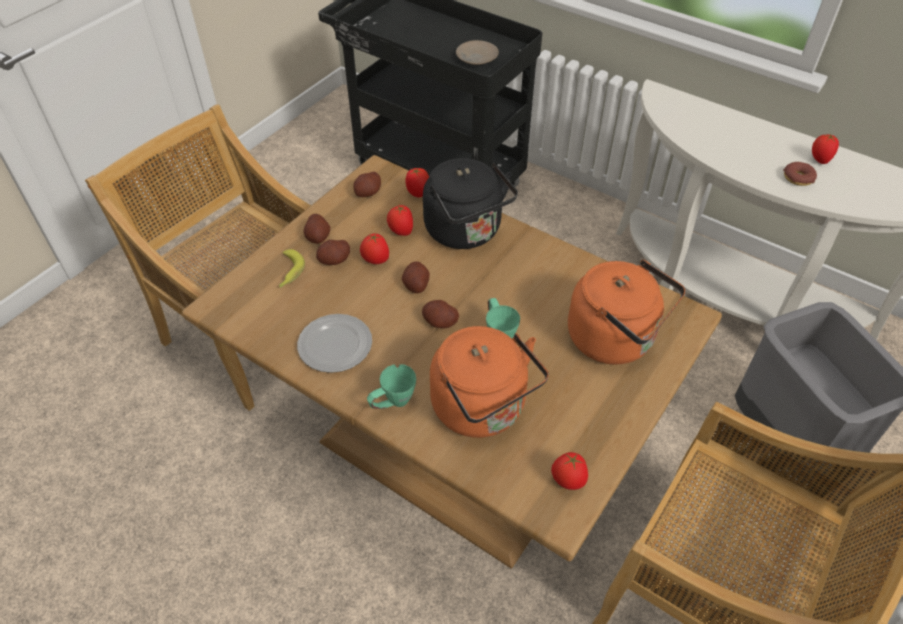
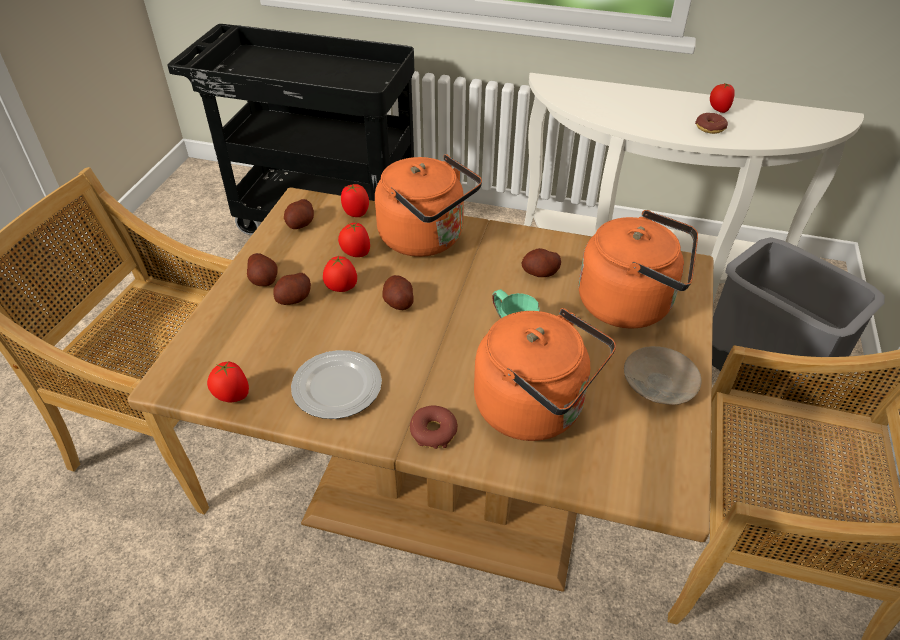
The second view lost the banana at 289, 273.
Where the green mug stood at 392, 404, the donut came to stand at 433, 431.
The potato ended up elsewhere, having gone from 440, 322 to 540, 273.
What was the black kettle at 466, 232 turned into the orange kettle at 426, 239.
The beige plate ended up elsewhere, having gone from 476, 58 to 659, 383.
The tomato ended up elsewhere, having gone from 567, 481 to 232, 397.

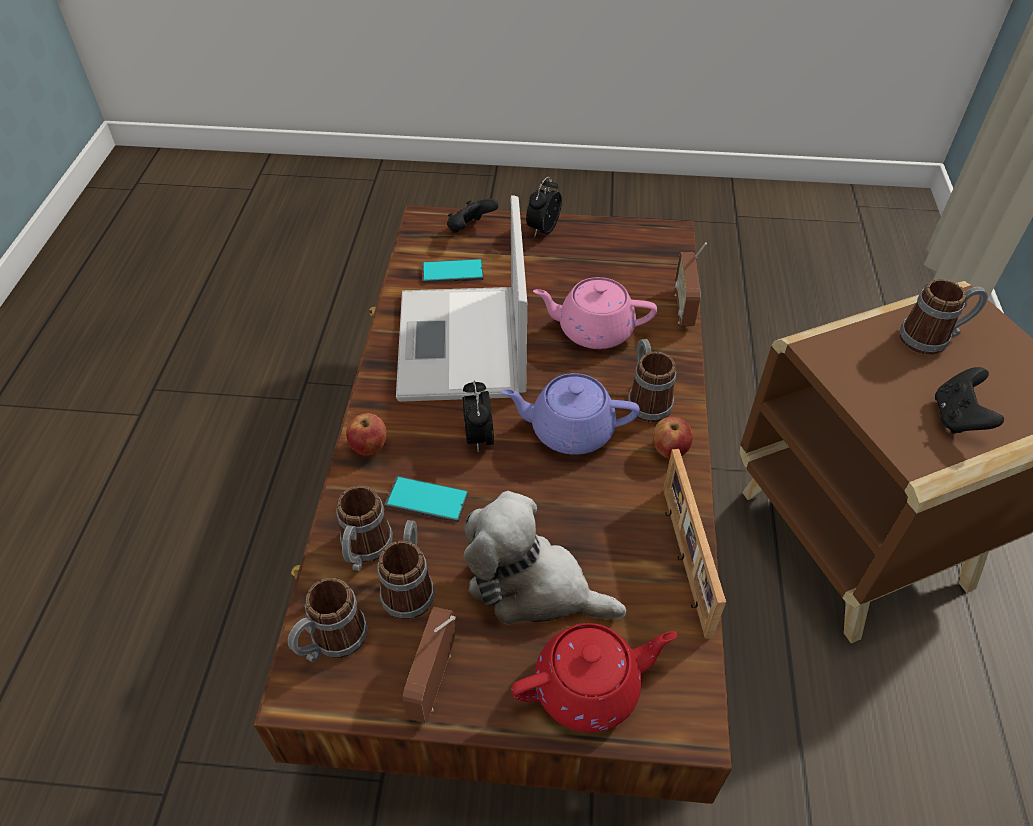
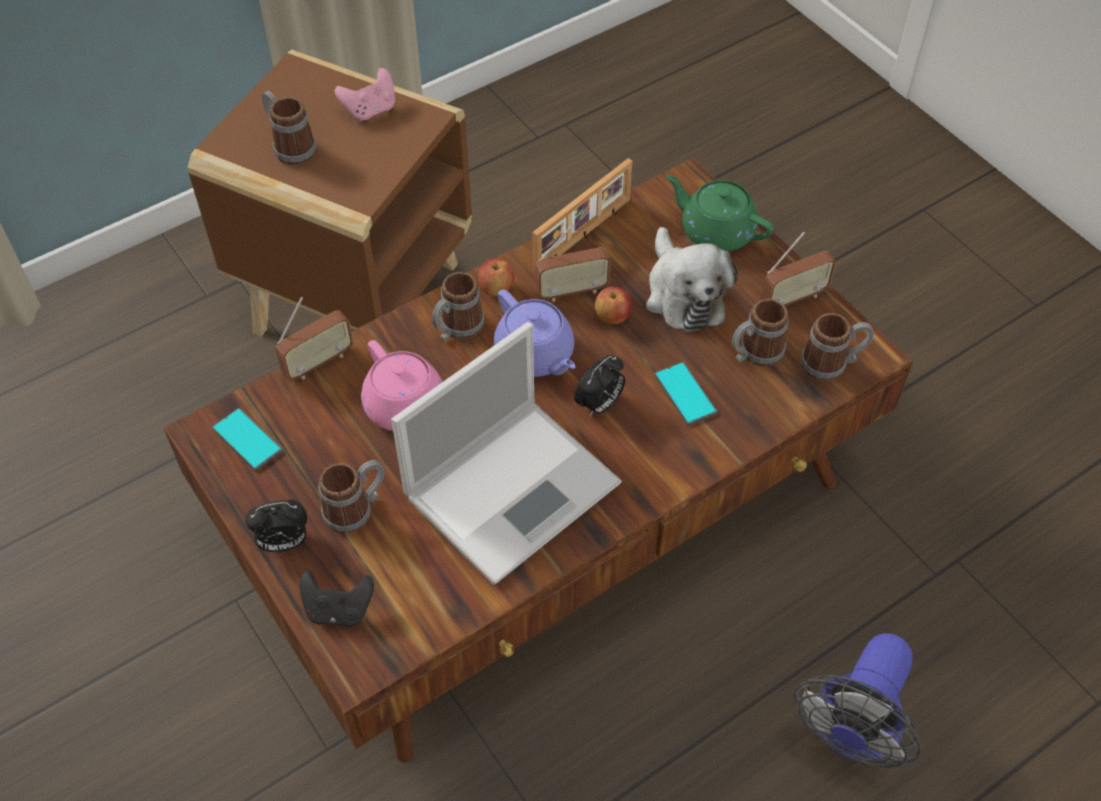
The mug ended up elsewhere, having gone from 364, 551 to 356, 508.
The apple ended up elsewhere, having gone from 369, 447 to 612, 317.
The phone ended up elsewhere, having gone from 452, 272 to 247, 440.
What was the red teapot at 590, 687 turned into the green teapot at 716, 231.
What was the black game controller at 957, 417 turned into the pink game controller at 370, 110.
The second view gained the radio at 572, 291.
The second view gained the fan at 851, 732.

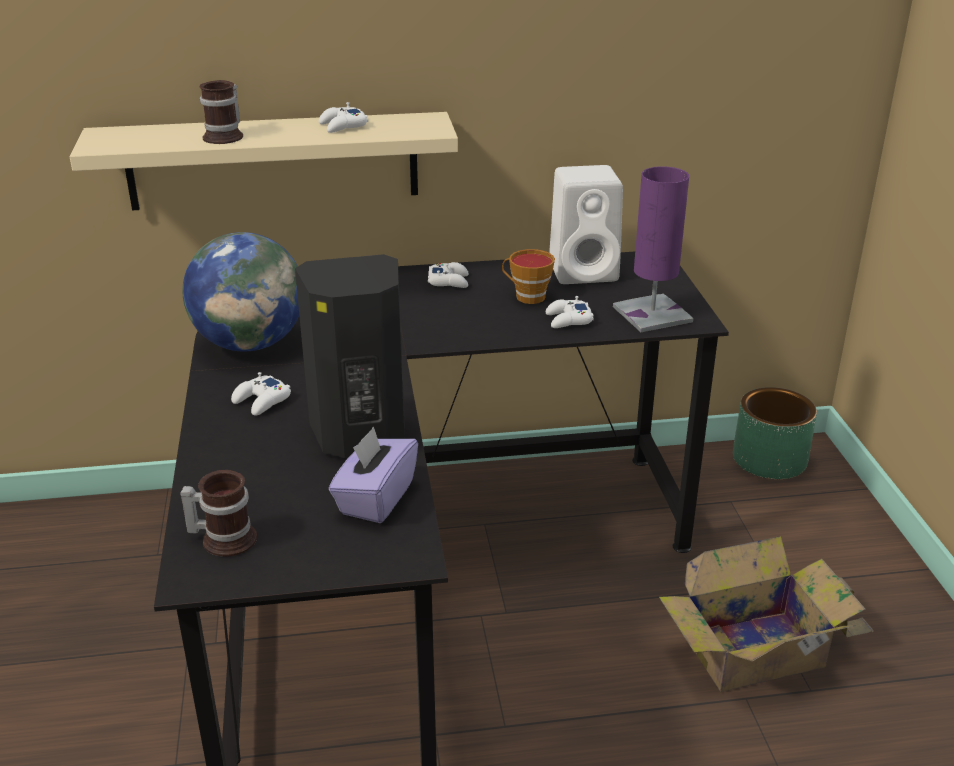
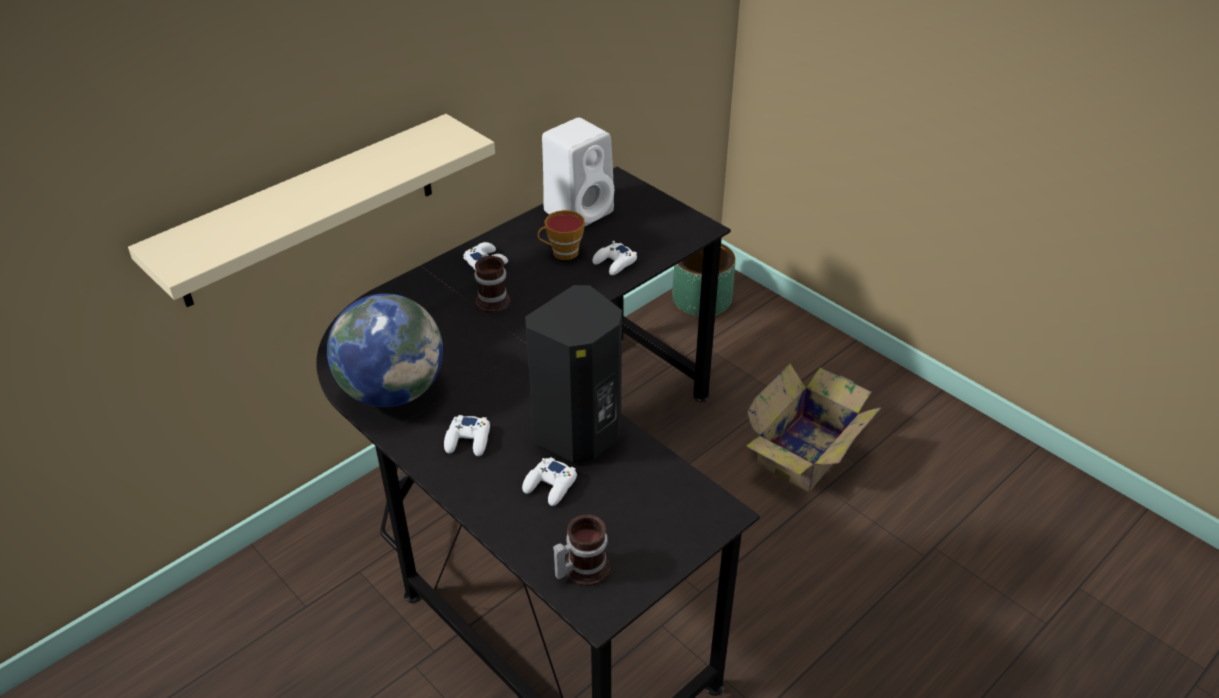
The mug ended up elsewhere, having gone from 227, 136 to 493, 299.
The white game controller ended up elsewhere, having gone from 343, 126 to 550, 486.
The second view lost the purple tissue box at 375, 498.
The second view lost the purple table lamp at 652, 314.

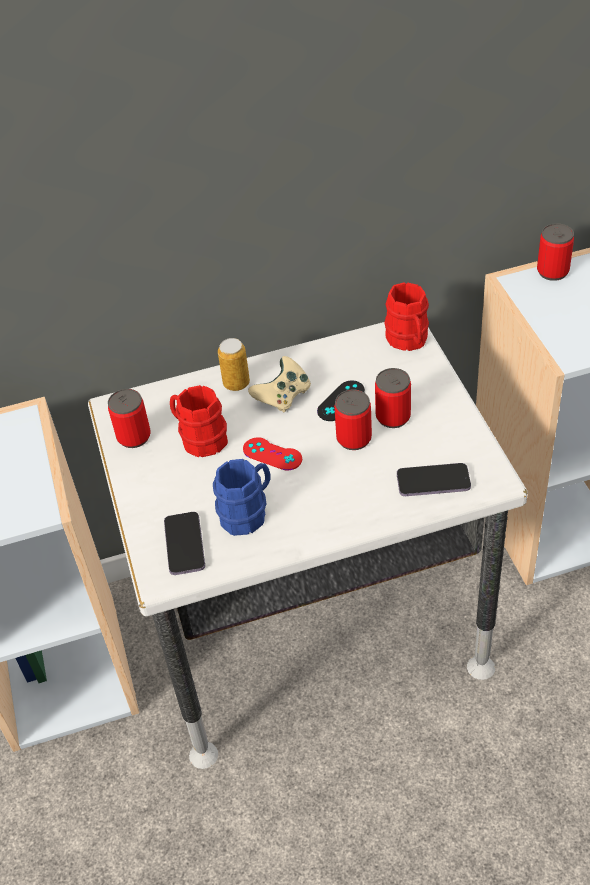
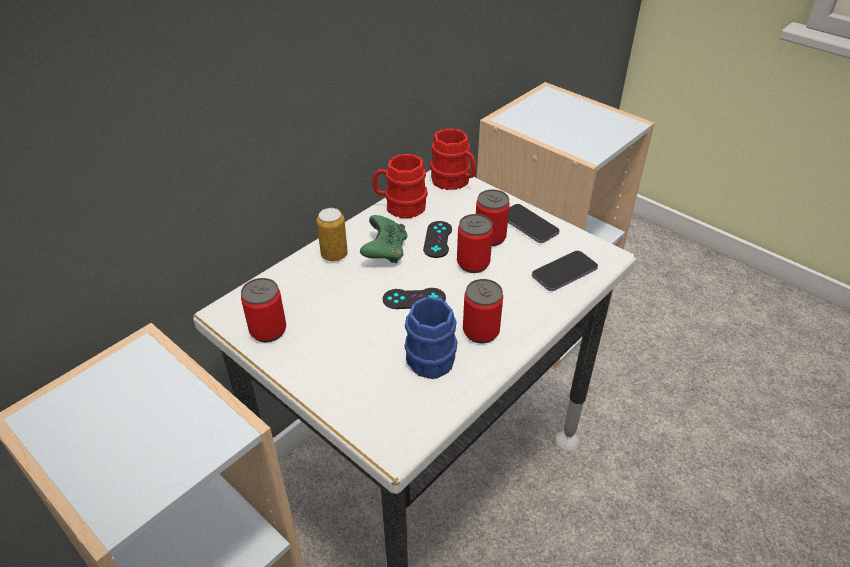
The phone ended up elsewhere, having gone from 184, 545 to 528, 225.
The red mug ended up elsewhere, having gone from 199, 438 to 400, 207.
What was the red game controller at 272, 454 turned into the black game controller at 414, 299.
What was the beige game controller at 283, 397 turned into the green game controller at 385, 252.
The can ended up elsewhere, having gone from 552, 271 to 481, 331.

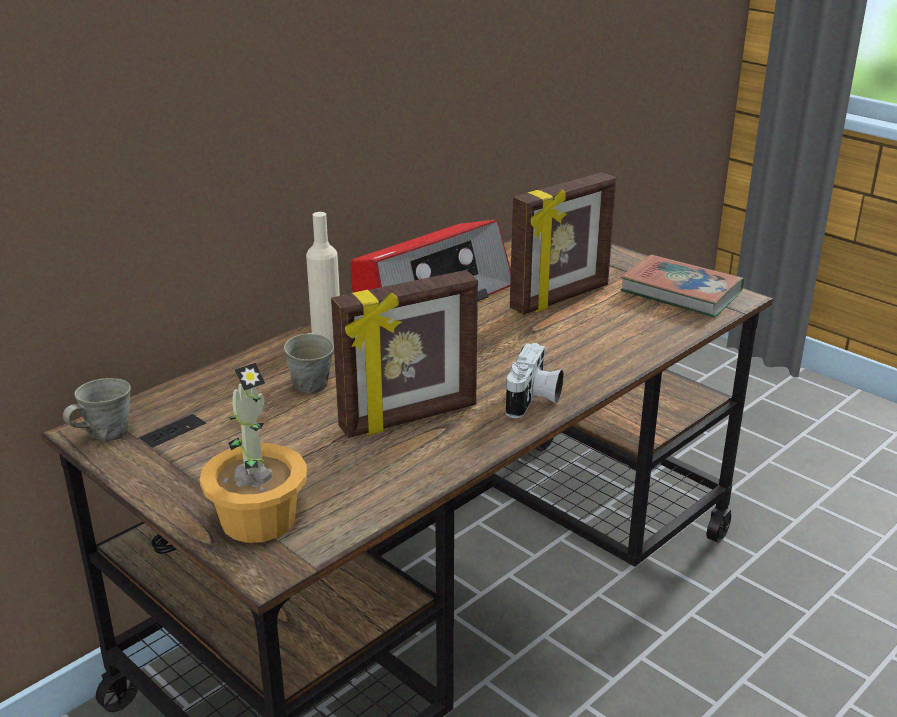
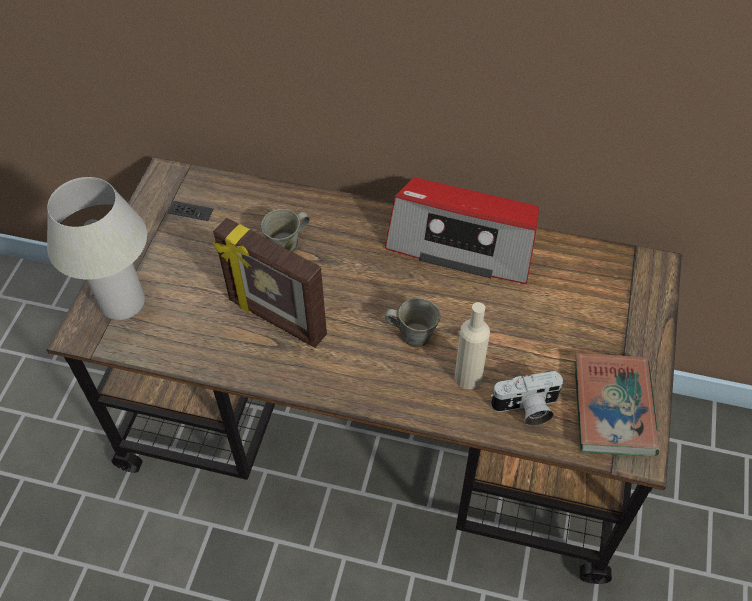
The grey mug ended up elsewhere, having gone from 105, 434 to 414, 335.
Where the potted plant stood at 258, 518, the white table lamp came to stand at 123, 303.
The beige bottle ended up elsewhere, having gone from 326, 337 to 468, 377.
The photo camera ended up elsewhere, having gone from 534, 400 to 526, 409.
The second view lost the picture frame at 561, 298.

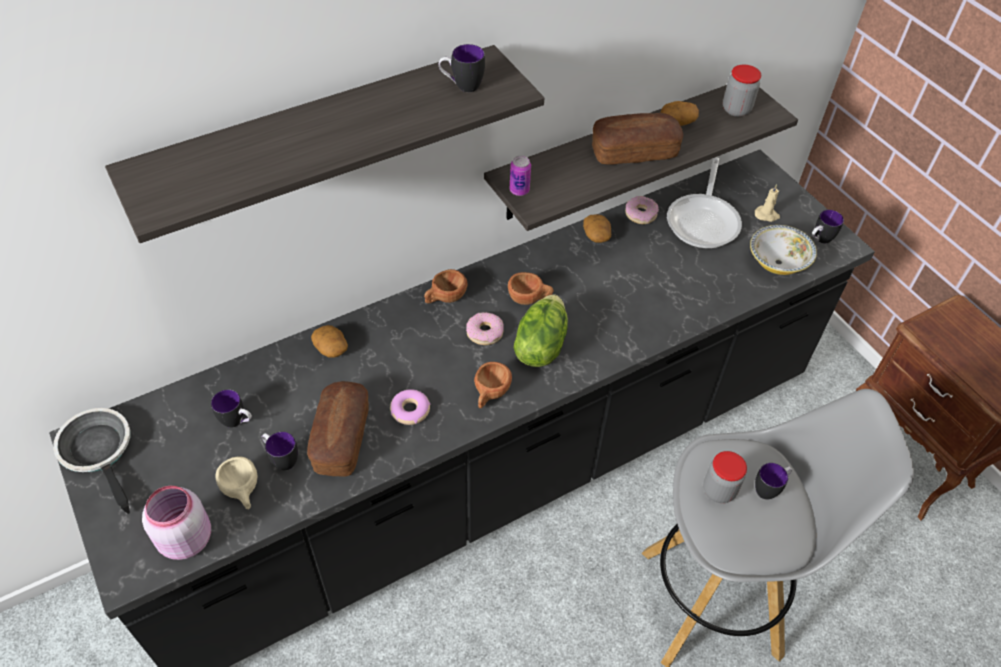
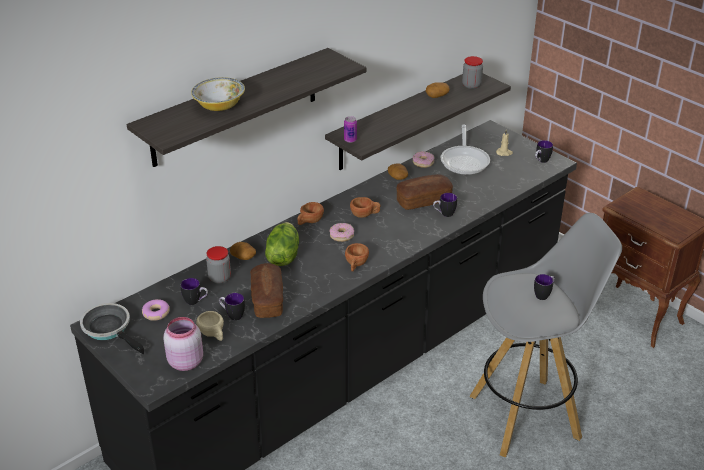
The donut ended up elsewhere, having gone from 410, 410 to 156, 313.
The mug ended up elsewhere, having gone from 462, 86 to 444, 214.
The lettuce ended up elsewhere, having gone from 539, 345 to 282, 256.
The bread ended up elsewhere, having gone from 634, 152 to 423, 200.
The jar ended up elsewhere, having gone from 719, 490 to 219, 278.
The bowl ended up elsewhere, having gone from 777, 263 to 219, 106.

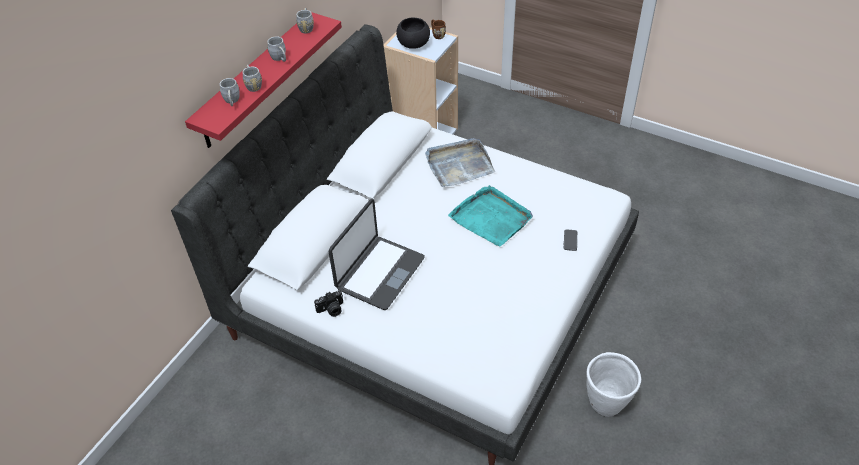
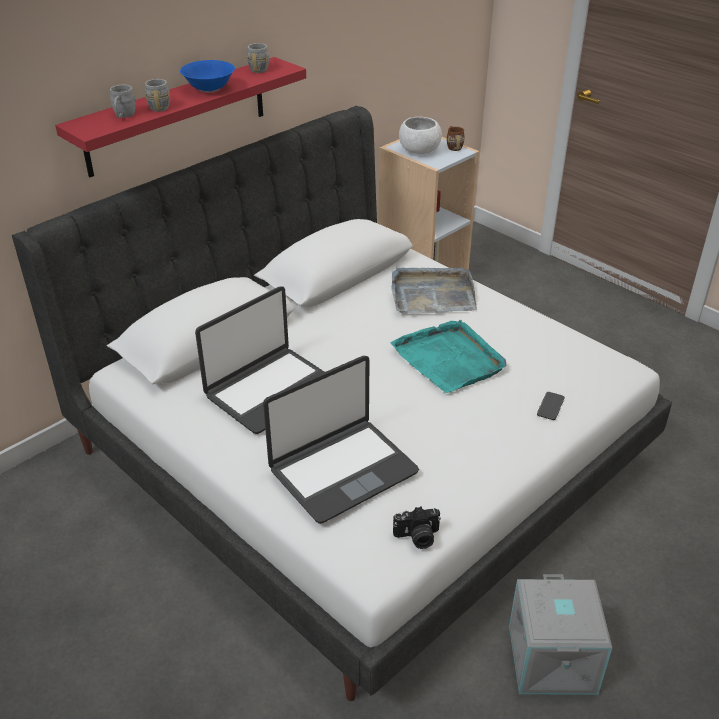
Where the grey mug stood at 280, 59, the blue bowl came to stand at 209, 89.
The photo camera ended up elsewhere, having gone from 331, 310 to 417, 537.
What was the black bowl at 413, 44 turned into the white bowl at 419, 150.
Where the white planter stood at 606, 404, the grey storage box came to stand at 554, 660.
The second view gained the laptop at 342, 470.

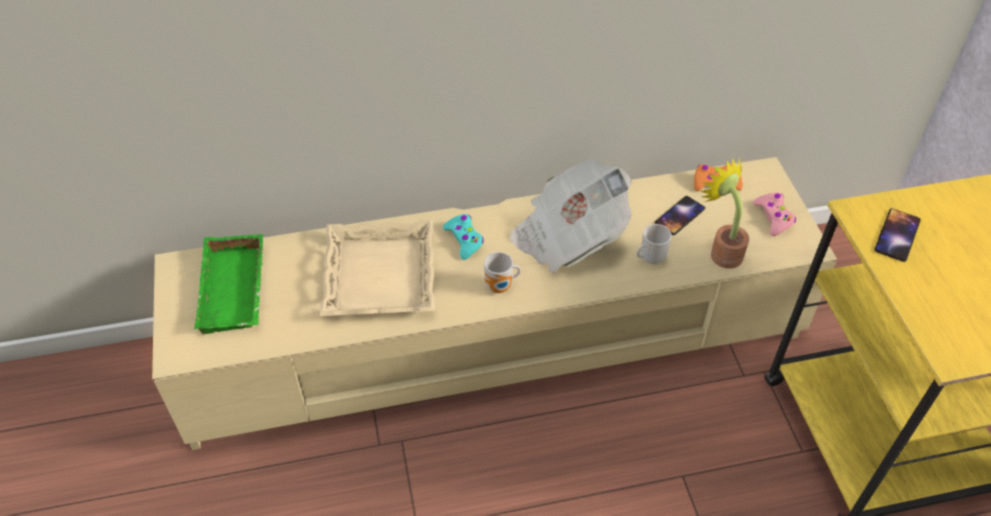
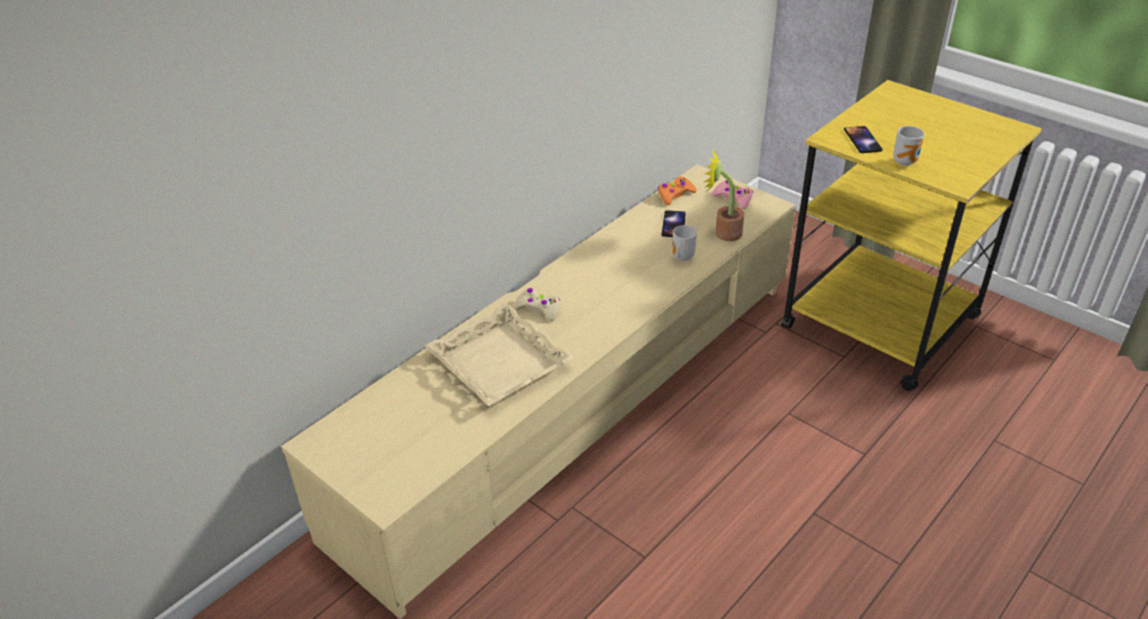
The second view lost the green tray at 236, 290.
What was the turquoise game controller at 464, 240 turned into the beige game controller at 538, 309.
The mug ended up elsewhere, having gone from 500, 287 to 906, 162.
The second view lost the newspaper at 568, 236.

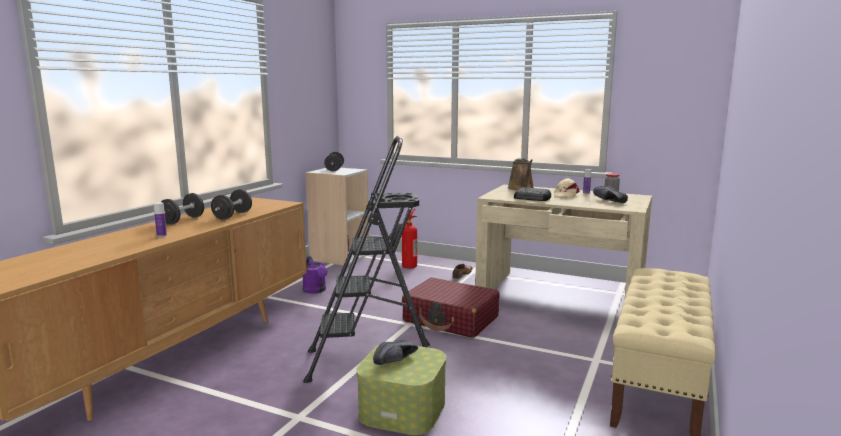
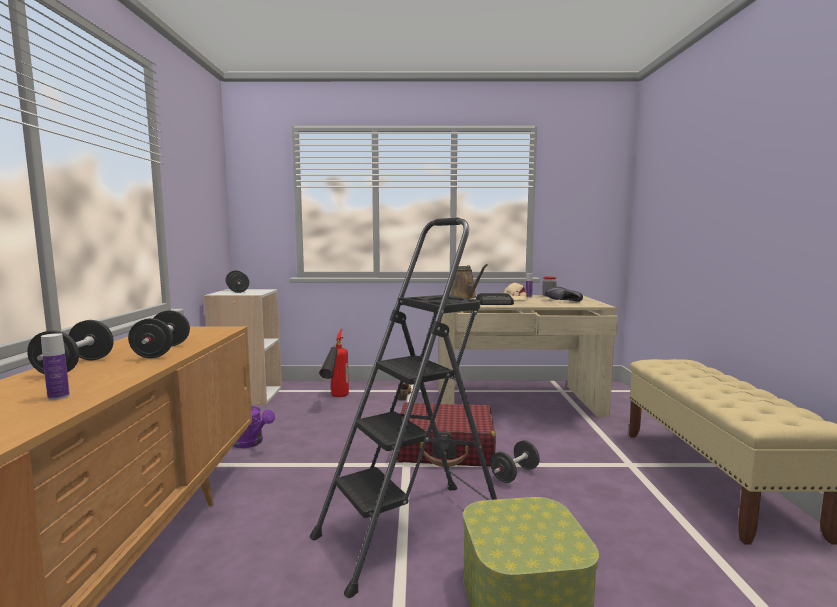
The second view lost the black shoe at 396, 361.
The second view gained the black dumbbell at 514, 474.

